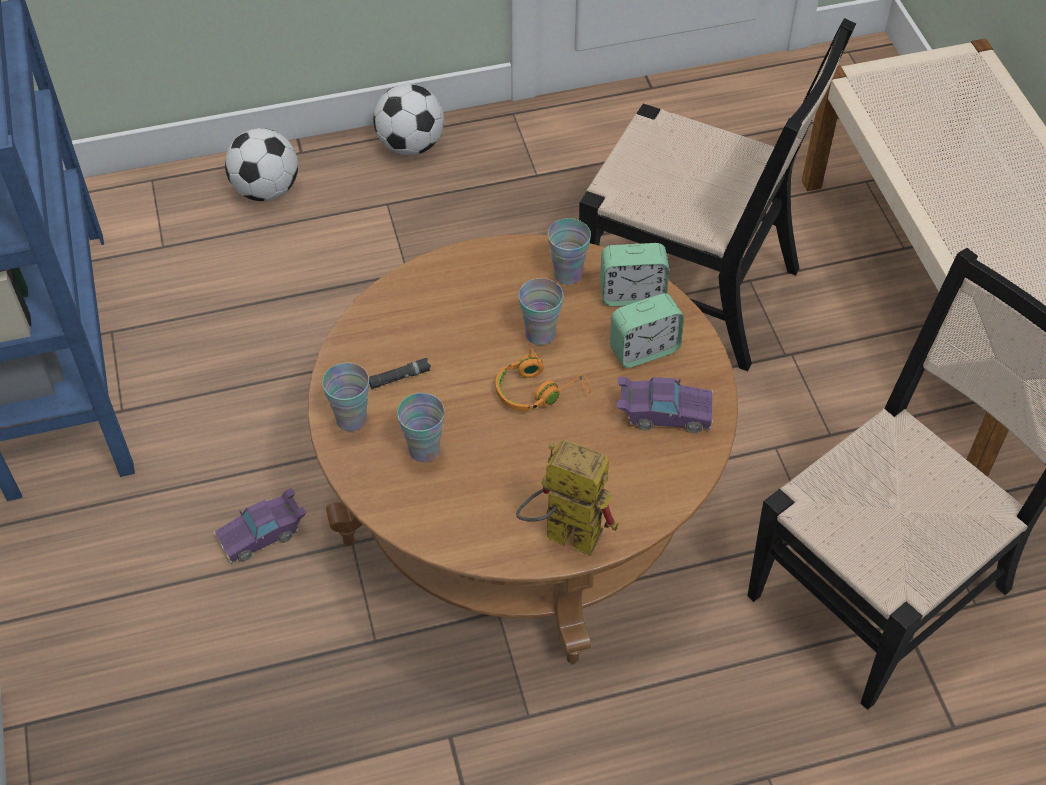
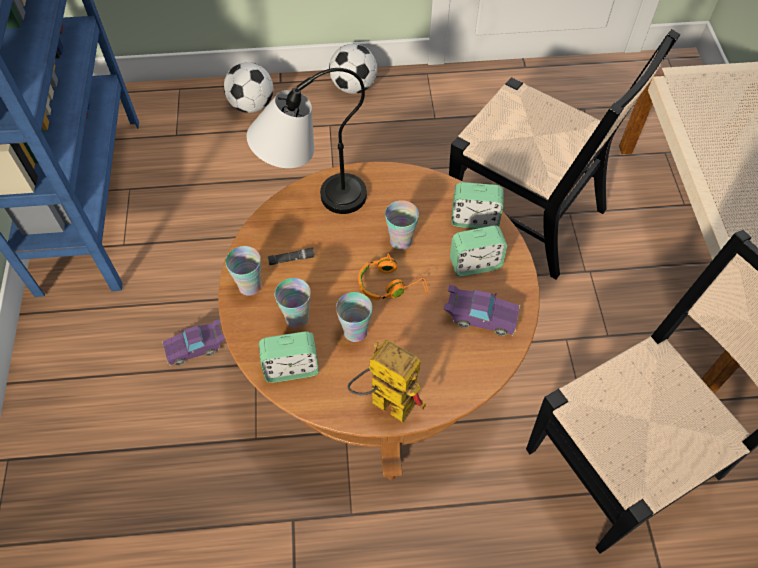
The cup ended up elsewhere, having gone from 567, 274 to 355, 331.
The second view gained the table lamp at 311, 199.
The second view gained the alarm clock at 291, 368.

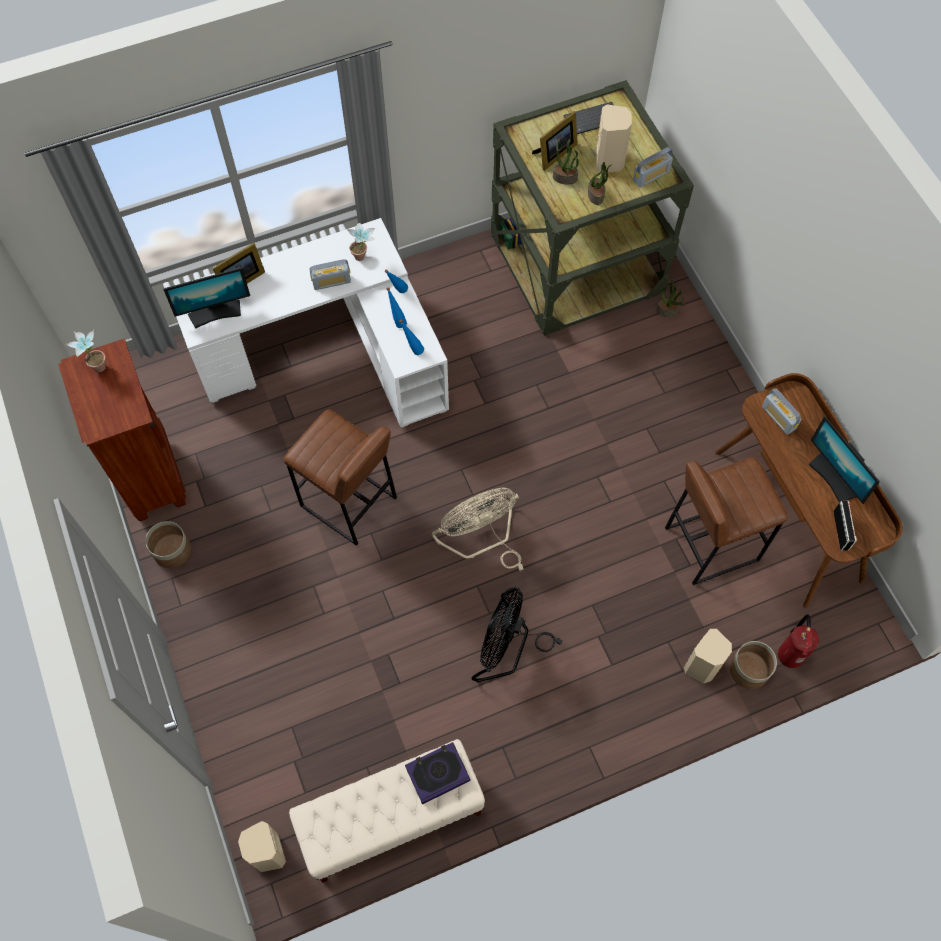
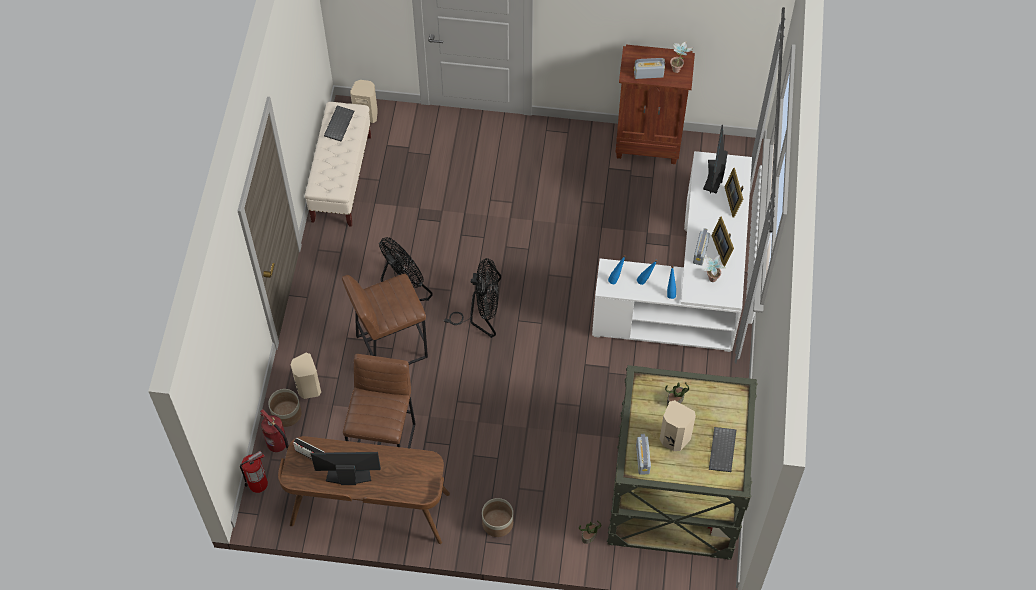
The planter ended up elsewhere, having gone from 172, 551 to 497, 523.
The brown stool ended up elsewhere, having gone from 349, 502 to 390, 347.
The second view lost the book at 437, 773.
What was the beige fan at 484, 538 turned into the black fan at 481, 311.
The picture frame ended up elsewhere, having gone from 554, 154 to 722, 248.
The second view lost the potted plant at 596, 195.
The radio ended up elsewhere, having gone from 778, 418 to 648, 74.
The second view gained the fire extinguisher at 258, 483.
The second view gained the keyboard at 338, 123.

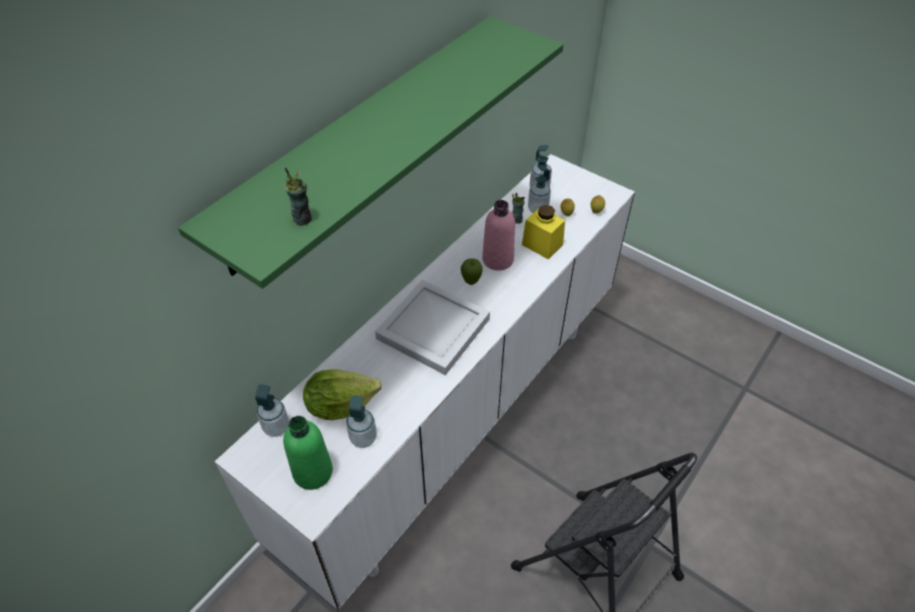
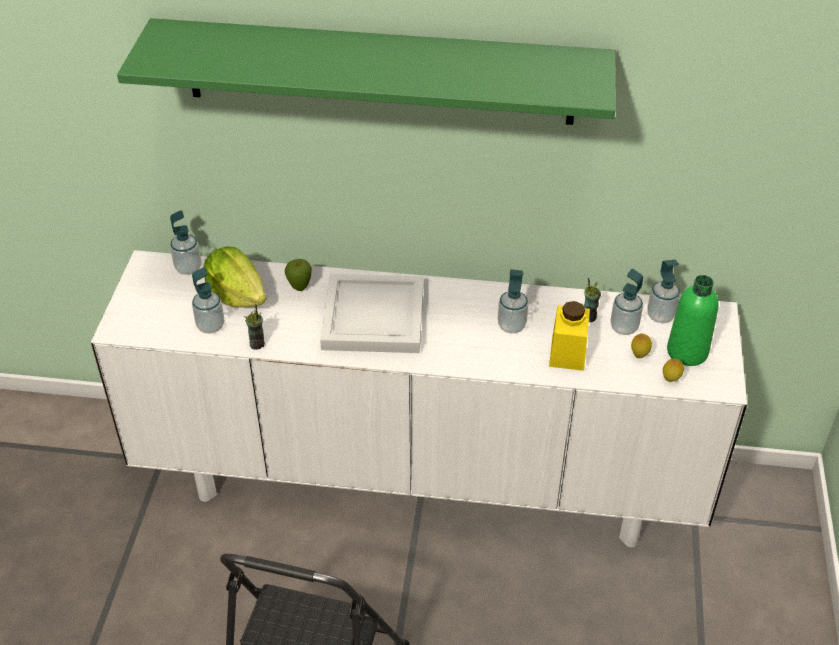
The green bottle ended up elsewhere, having gone from 313, 472 to 687, 352.
The cup ended up elsewhere, having gone from 302, 218 to 257, 344.
The apple ended up elsewhere, having gone from 471, 282 to 300, 288.
Where the pink bottle stood at 498, 259, the soap dispenser came to stand at 511, 326.

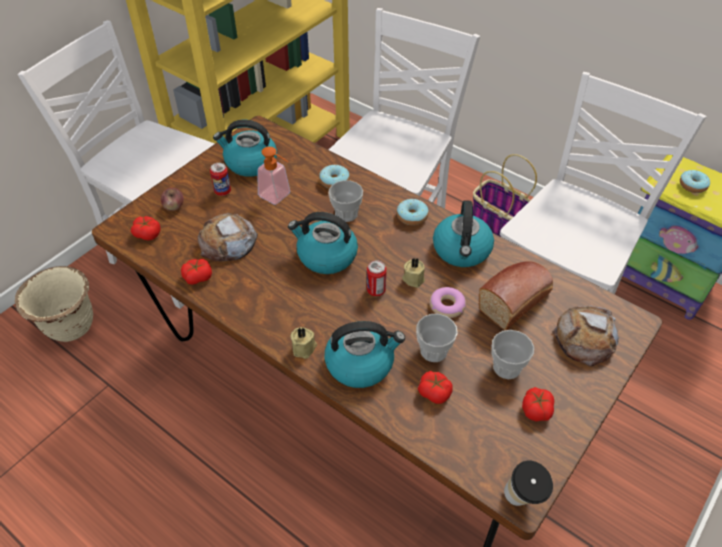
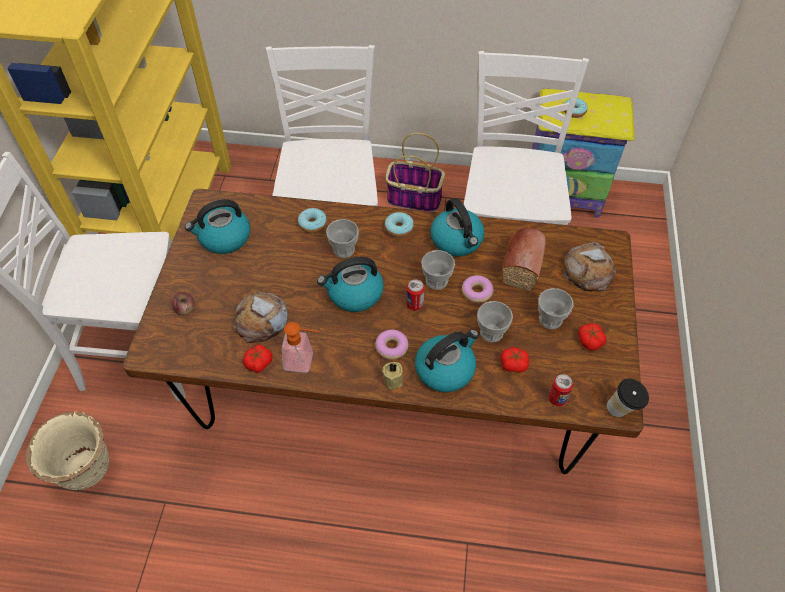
The second view lost the tomato at 147, 234.
The can ended up elsewhere, having gone from 222, 191 to 557, 399.
The soap dispenser ended up elsewhere, having gone from 278, 197 to 304, 362.
Where the beige candle stood at 413, 278, the cup came to stand at 436, 281.
The second view gained the donut at 391, 347.

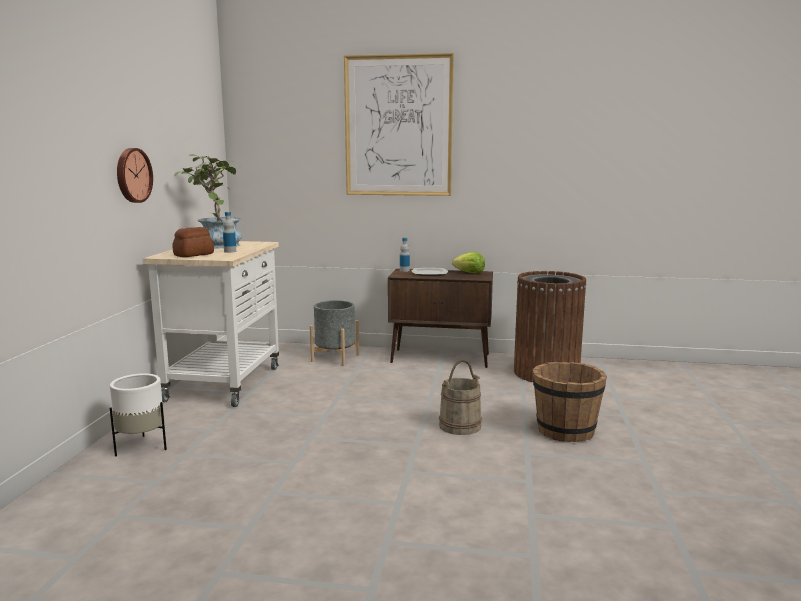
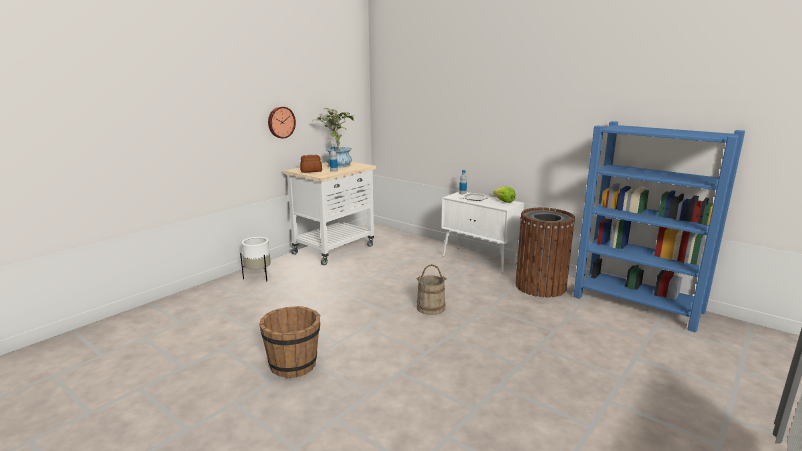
The second view lost the grey planter at 335, 358.
The second view lost the picture at 398, 126.
What was the brown cabinet at 441, 358 turned into the white cabinet at 479, 260.
The brown bucket ended up elsewhere, having gone from 565, 431 to 293, 364.
The second view gained the blue bookcase at 637, 304.

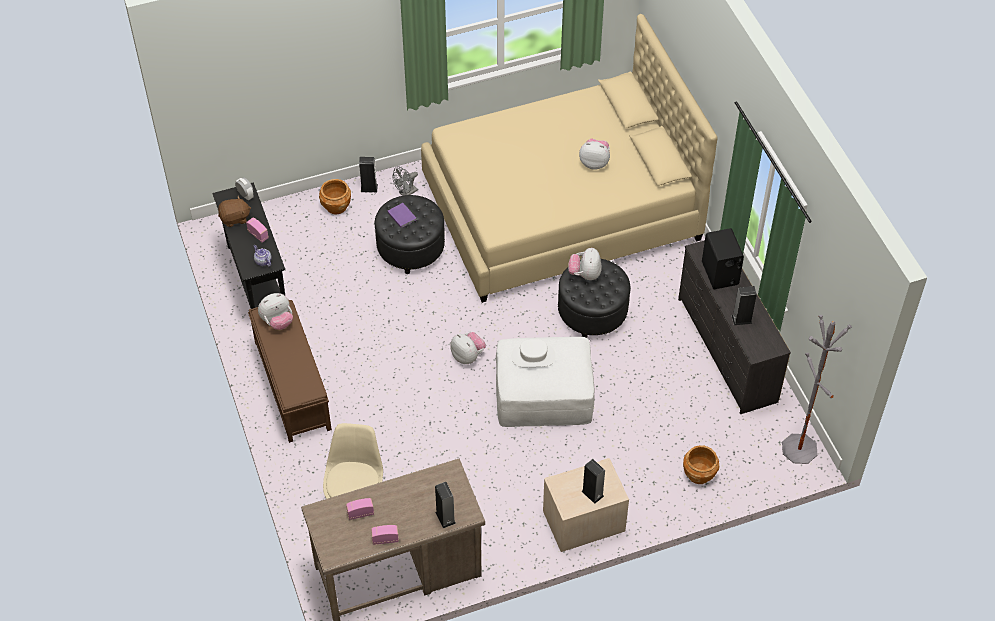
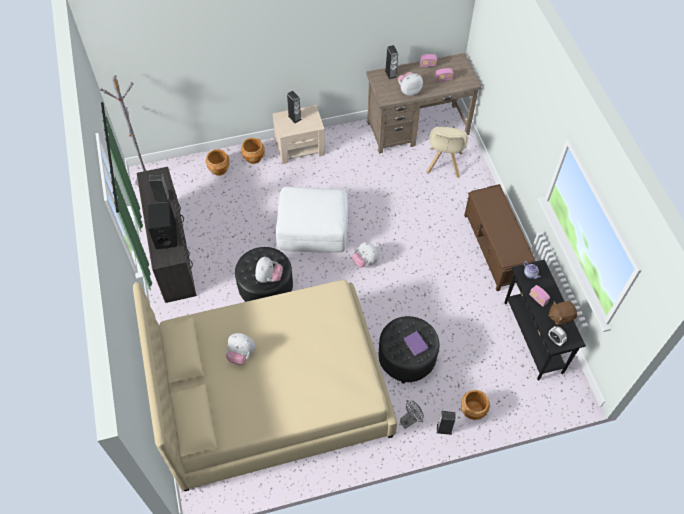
The plush toy ended up elsewhere, having gone from 277, 321 to 409, 91.
The second view lost the white hat at 533, 356.
The second view gained the brown planter at 254, 157.

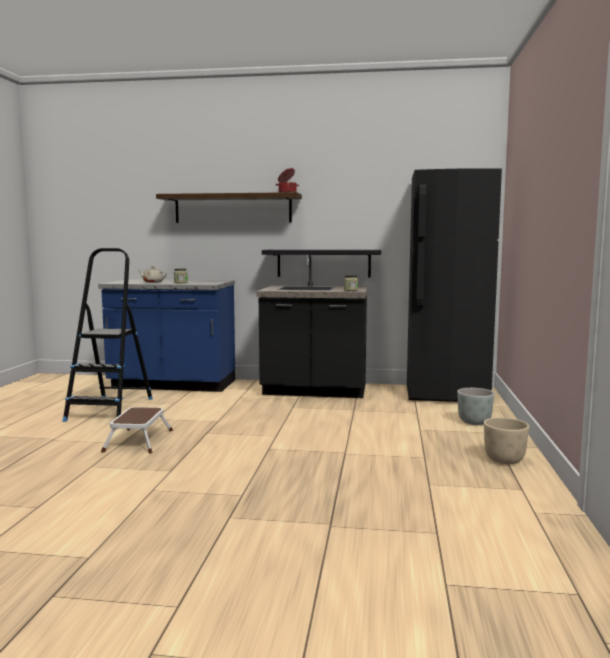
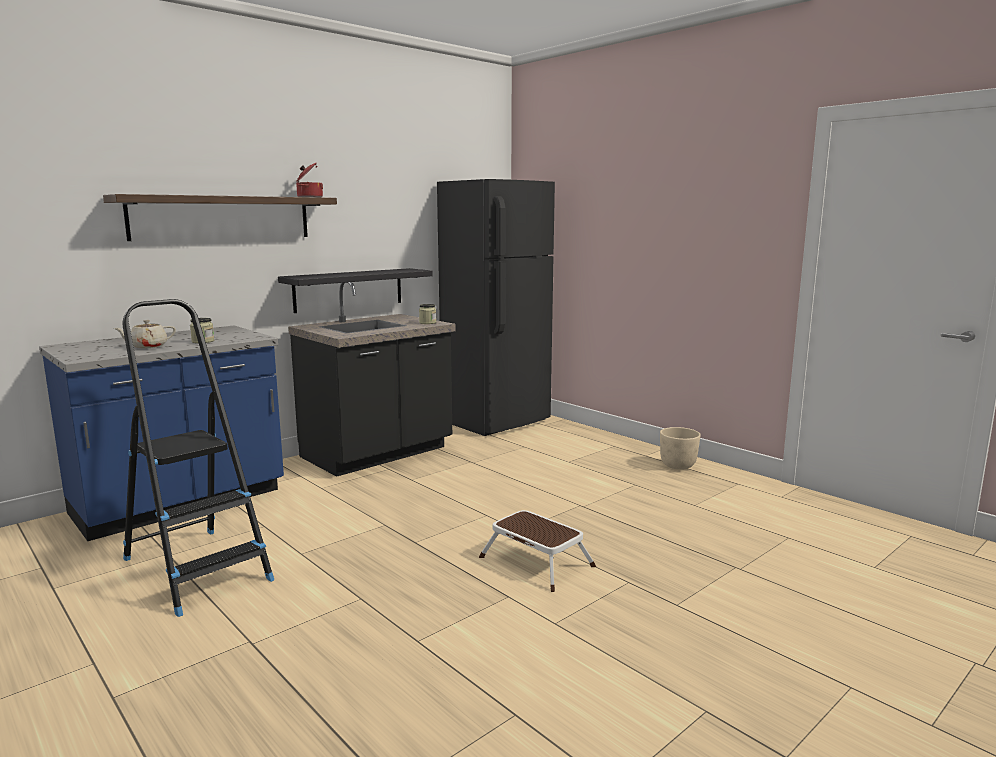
The brown step ladder ended up elsewhere, having gone from 138, 440 to 536, 562.
The second view lost the grey planter at 474, 422.

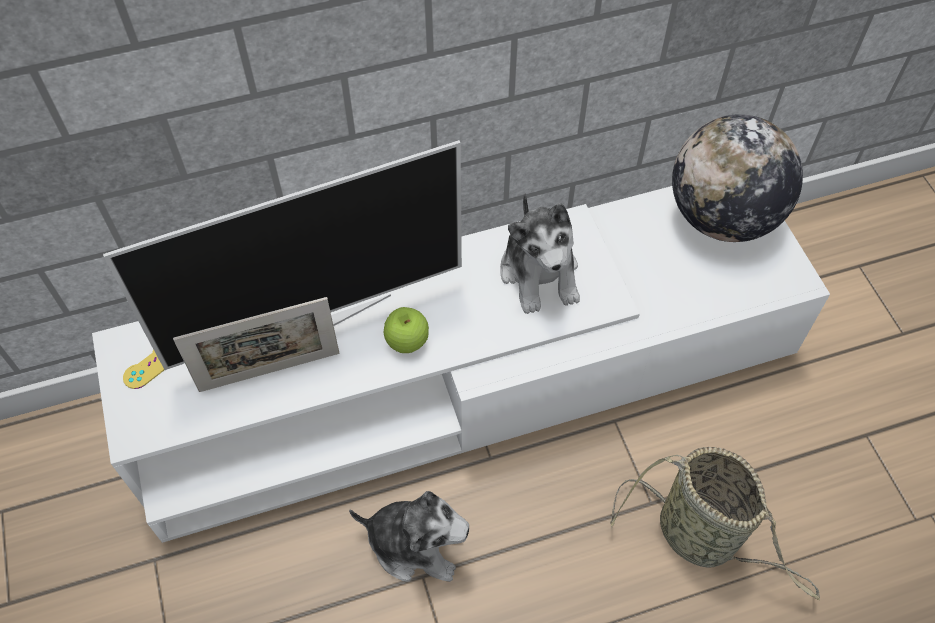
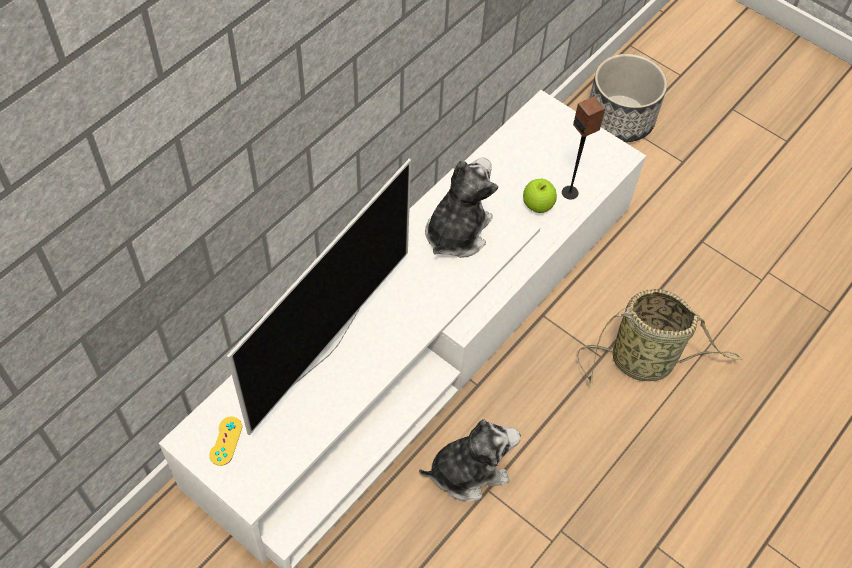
The second view lost the picture frame at 270, 371.
The apple ended up elsewhere, having gone from 407, 341 to 537, 205.
The plush toy at 540, 273 ended up facing another way, 105 degrees counterclockwise from before.
The second view lost the globe at 722, 217.
The second view gained the speaker at 570, 192.
The second view gained the planter at 620, 119.

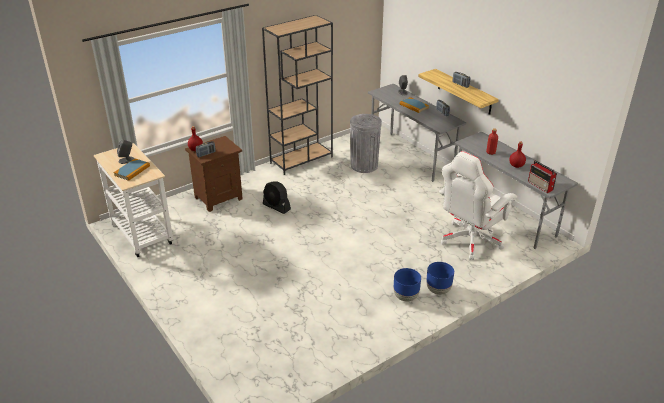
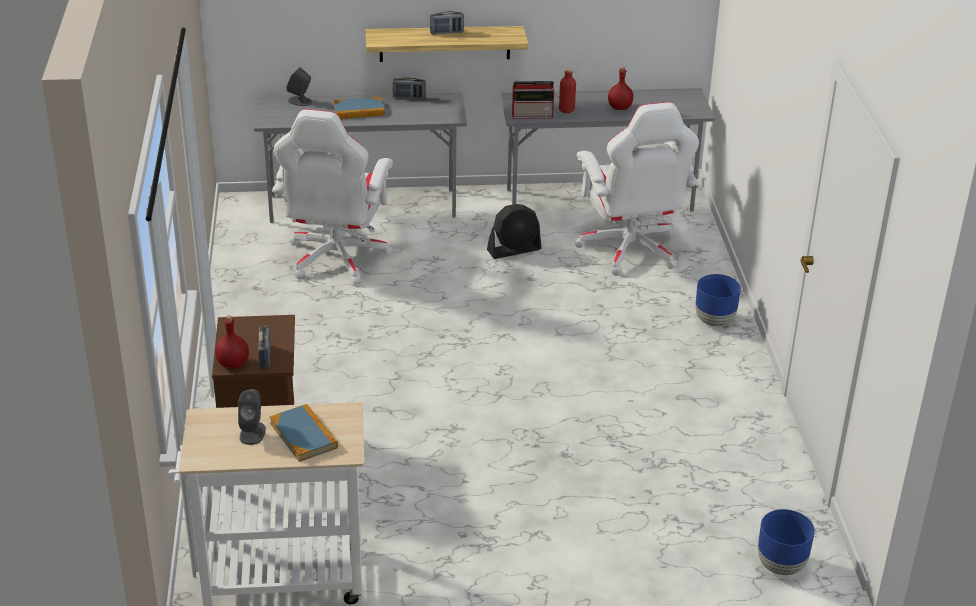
The second view lost the bookcase at 301, 160.
The black fan ended up elsewhere, having gone from 276, 207 to 514, 250.
Where the grey trash can stood at 364, 165, the white office chair came to stand at 337, 257.
The blue planter ended up elsewhere, having gone from 406, 296 to 780, 565.
The radio ended up elsewhere, having gone from 540, 186 to 533, 115.

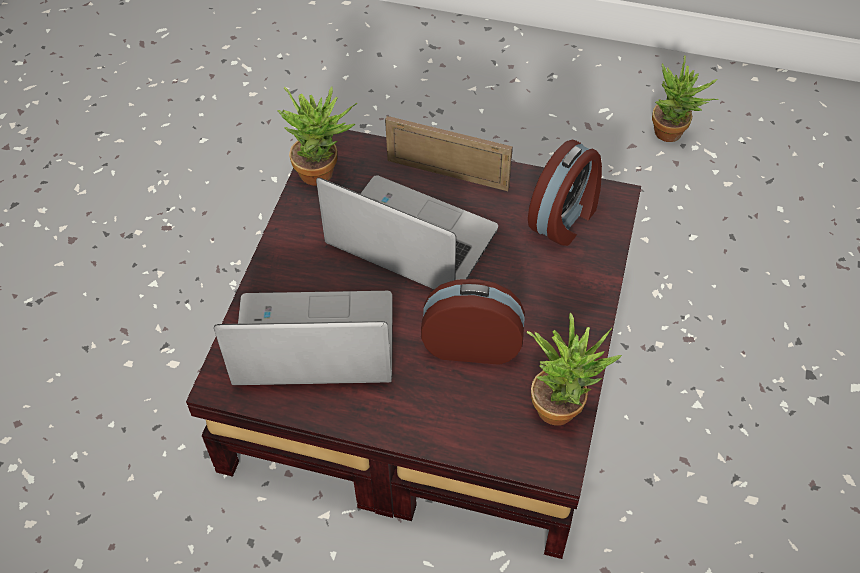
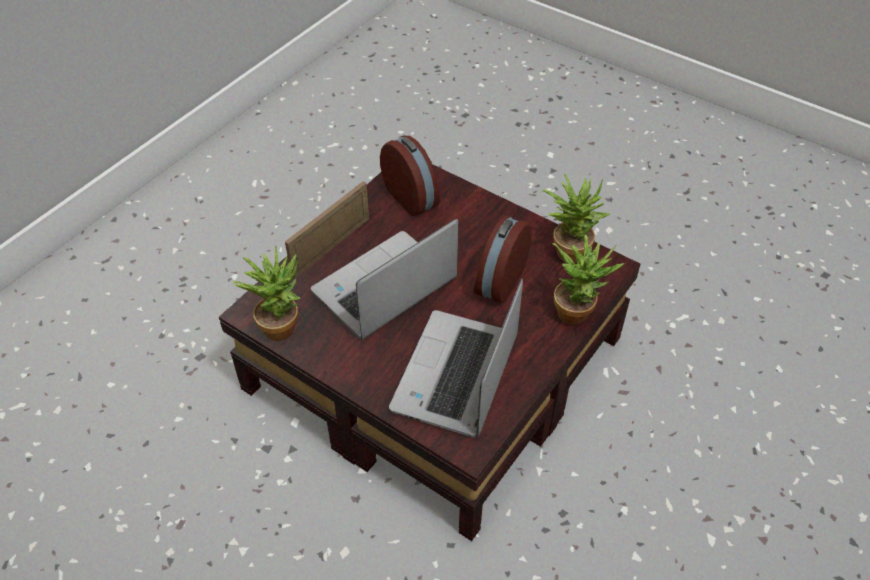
The potted plant ended up elsewhere, having gone from 673, 135 to 577, 310.

